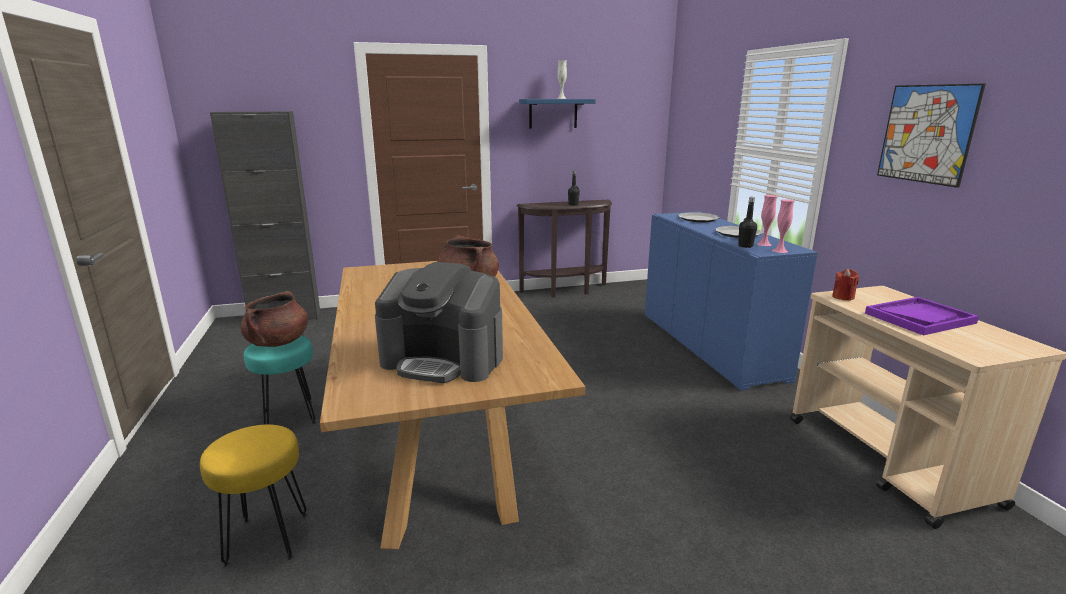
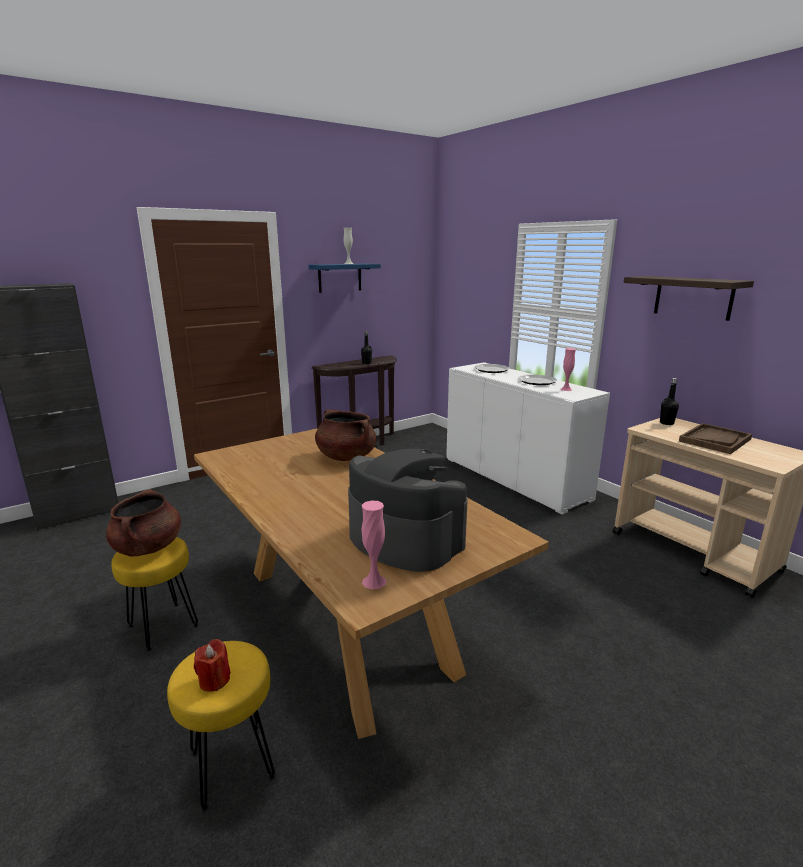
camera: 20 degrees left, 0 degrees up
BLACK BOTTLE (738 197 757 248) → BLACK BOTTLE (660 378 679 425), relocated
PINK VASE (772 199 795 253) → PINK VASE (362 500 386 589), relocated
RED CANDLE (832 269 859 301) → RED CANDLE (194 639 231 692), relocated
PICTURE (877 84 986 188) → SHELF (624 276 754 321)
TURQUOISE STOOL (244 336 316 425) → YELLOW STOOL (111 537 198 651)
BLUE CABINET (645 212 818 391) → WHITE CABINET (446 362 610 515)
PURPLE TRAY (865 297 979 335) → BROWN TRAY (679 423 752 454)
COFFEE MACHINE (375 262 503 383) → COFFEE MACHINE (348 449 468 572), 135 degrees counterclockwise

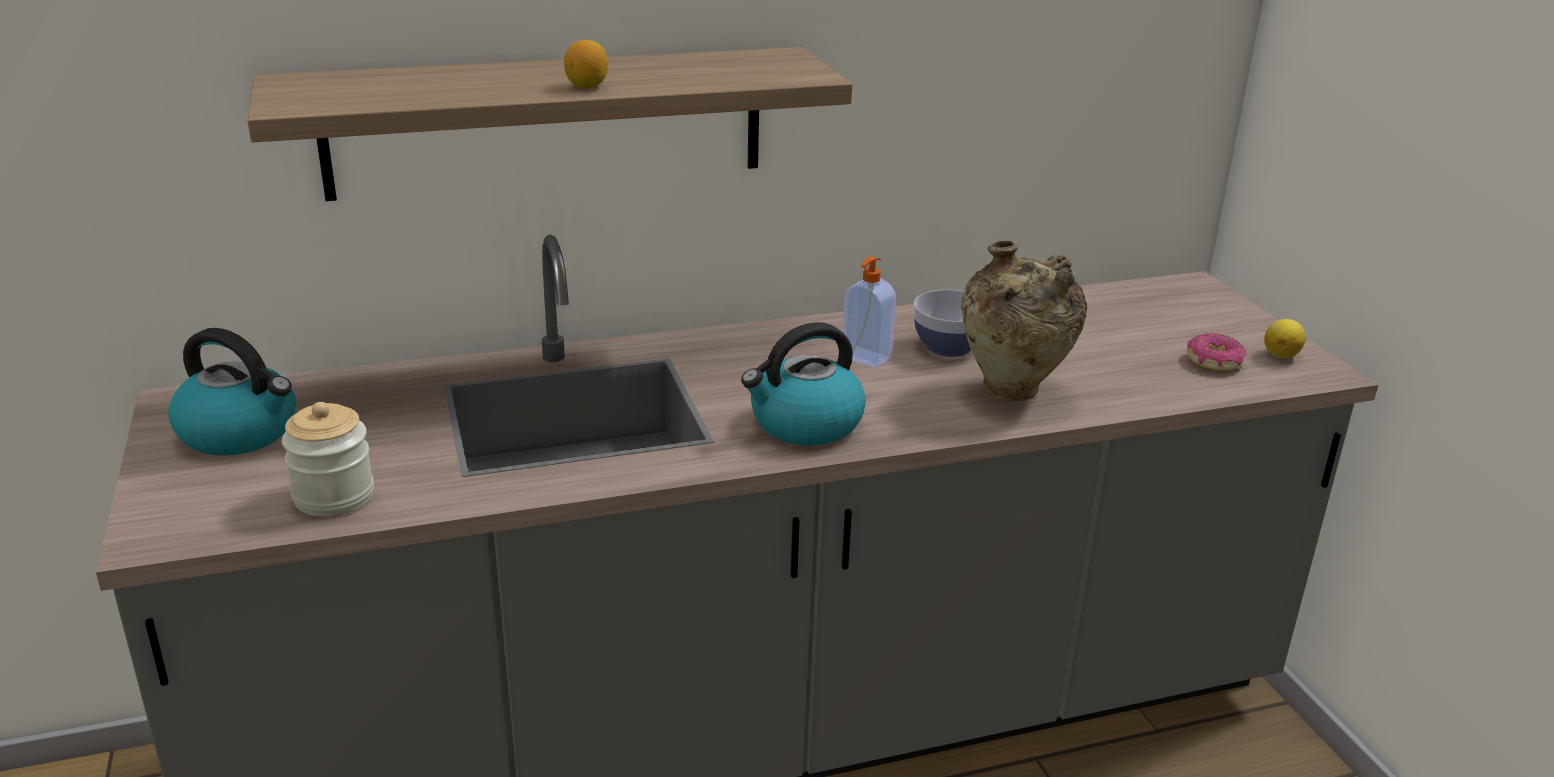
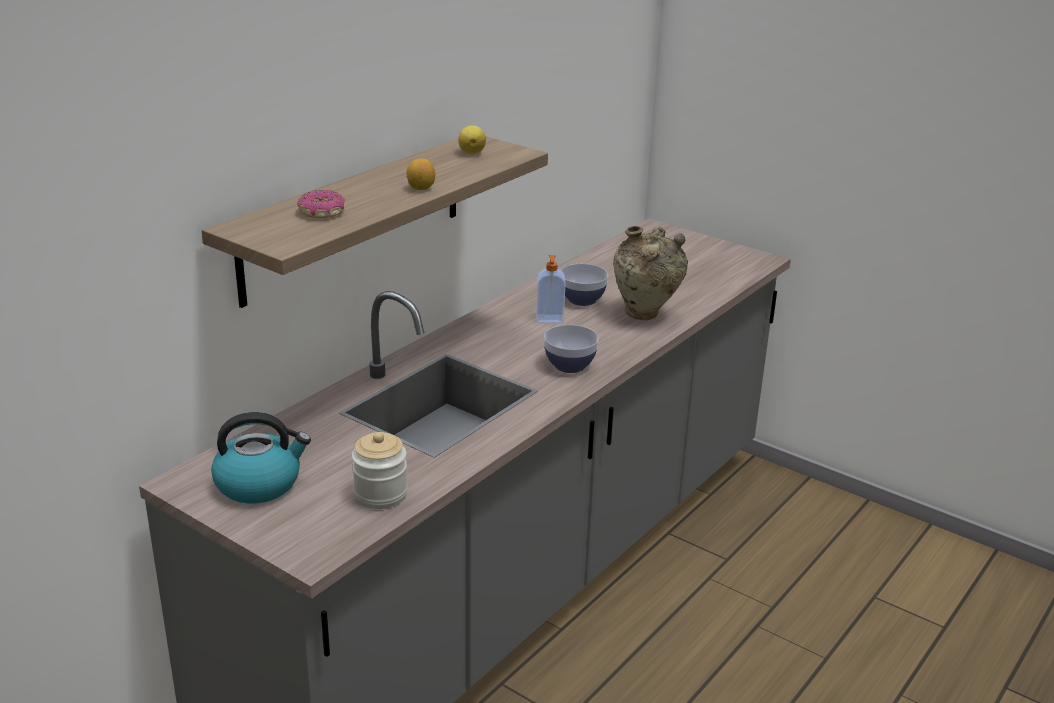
camera: 35 degrees left, 0 degrees up
DONUT (1187 333 1247 371) → DONUT (297 190 345 218), relocated
LEMON (1264 319 1306 358) → LEMON (458 125 486 154), relocated
KETTLE (741 322 866 446) → BOWL (544 325 599 373)

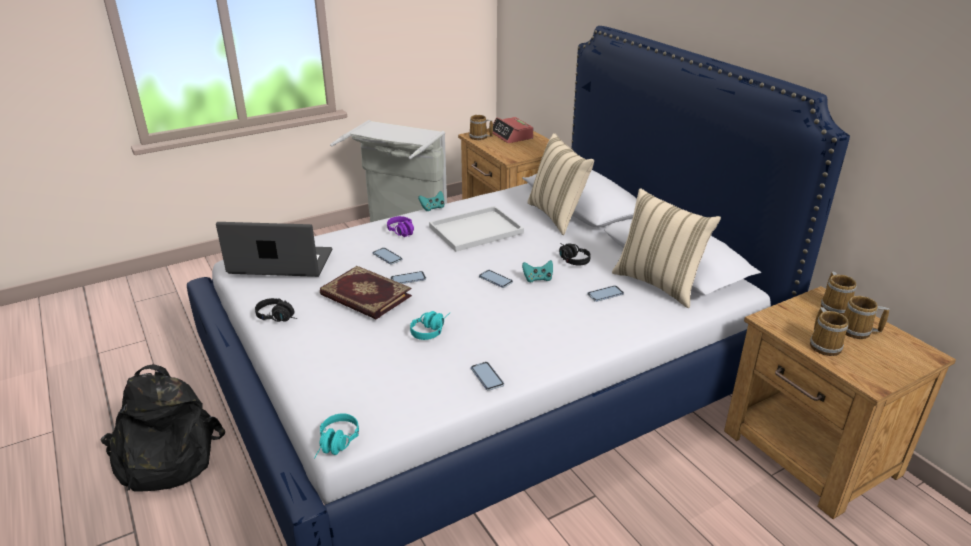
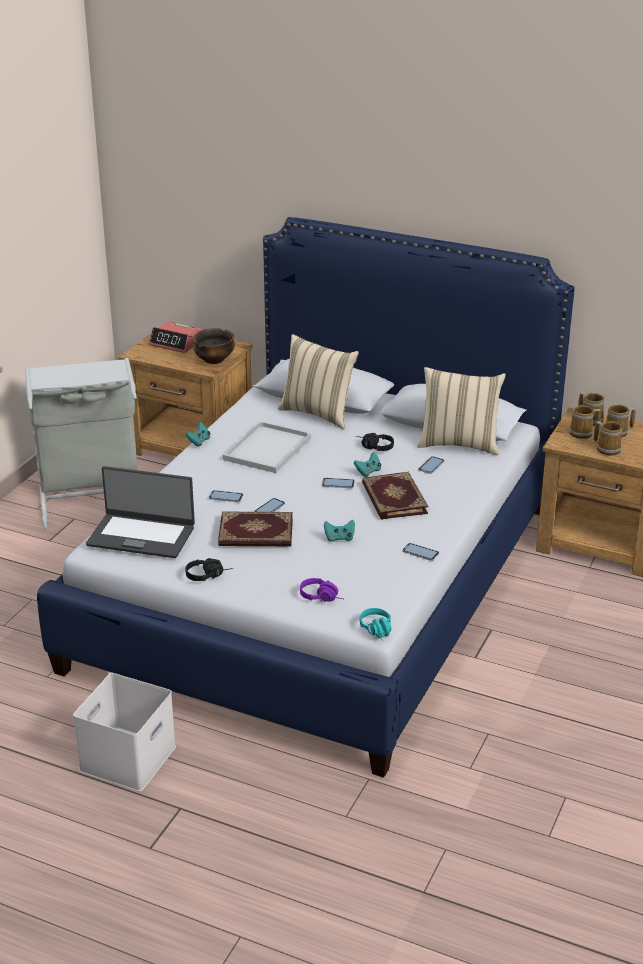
camera: 35 degrees left, 0 degrees up
- → BOWL (193 328 235 364)
- → BOOK (362 472 428 520)
PURPLE HEADPHONES (387 216 414 237) → PURPLE HEADPHONES (300 578 343 602), relocated
MUG (469 115 493 140) → MUG (570 405 601 439), relocated
BLACK BACKPACK (100 364 225 492) → WHITE STORAGE BOX (73 673 176 791)
TURQUOISE HEADPHONES (410 311 450 340) → TURQUOISE GAME CONTROLLER (324 520 355 542)
LAPTOP (216 222 332 277) → LAPTOP (86 466 195 558), 135 degrees counterclockwise

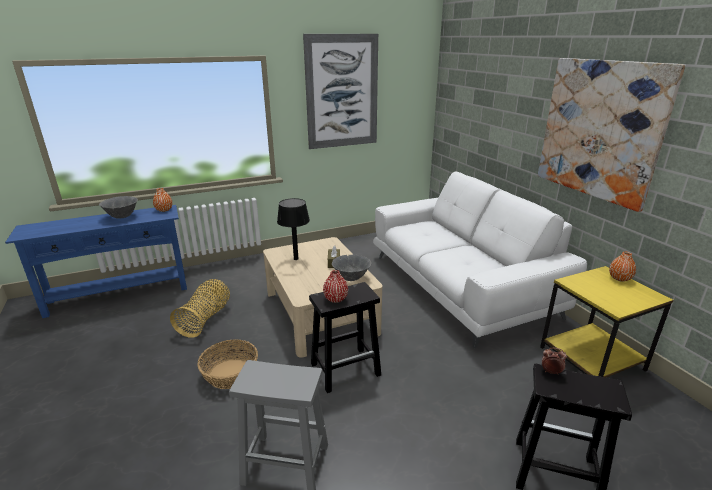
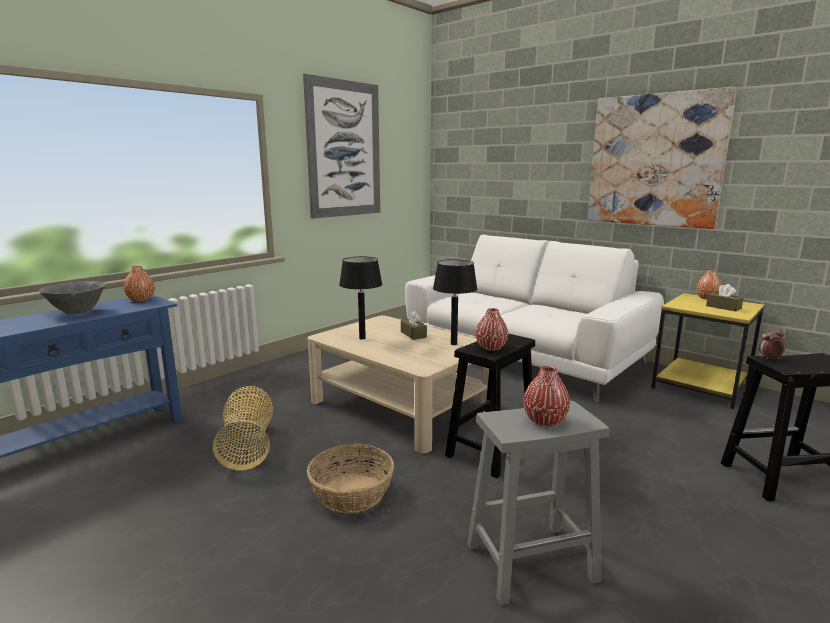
camera: 25 degrees left, 10 degrees down
- → RED VASE (523 366 570 426)
- → BROWN TISSUE BOX (706 284 744 311)
GREY BOWL (332 255 371 281) → BLACK TABLE LAMP (433 260 477 345)

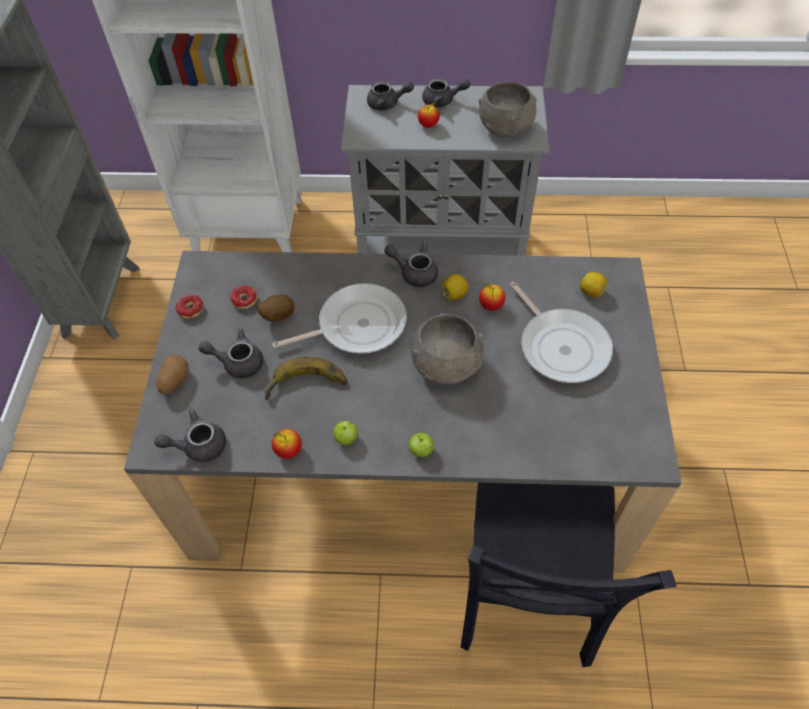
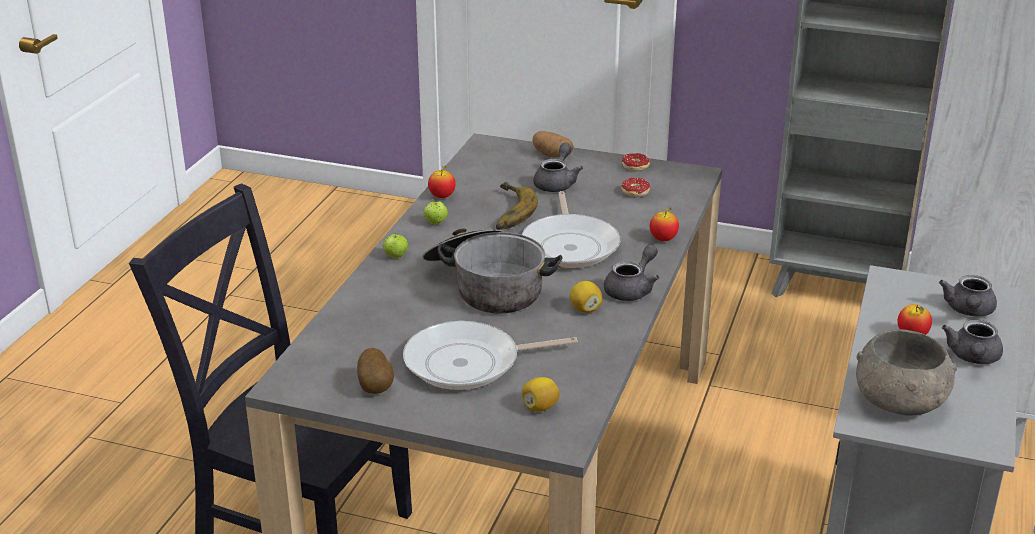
camera: 105 degrees right, 25 degrees down
GREY TEAPOT (154 409 226 462) → -
POTATO (257 294 295 321) → POTATO (357 348 394 394), relocated
APPLE (479 284 505 311) → APPLE (650 207 679 241), relocated
GREY BOWL (411 313 484 384) → COOKING POT (422 229 563 314)

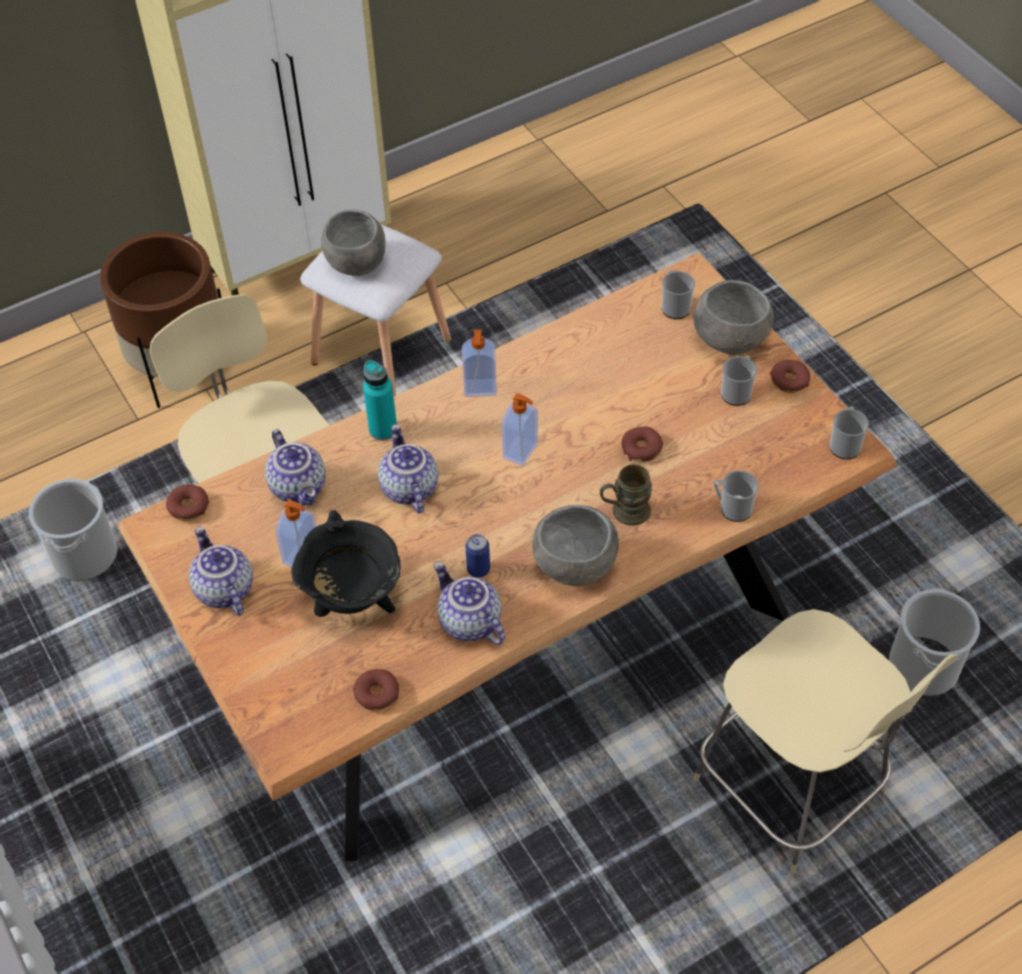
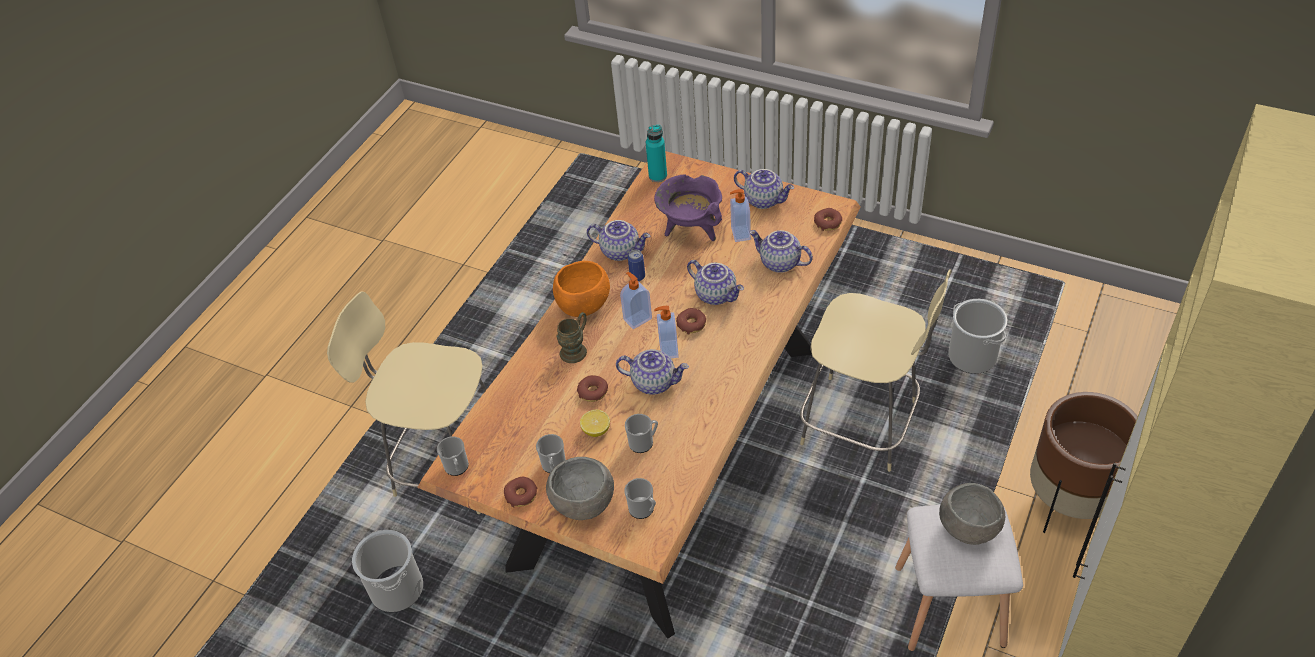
camera: 150 degrees right, 5 degrees down
- → LEMON (580 410 610 437)
- → TEAPOT (616 349 689 395)
DONUT (353 669 399 711) → DONUT (676 308 706 335), relocated
TURQUOISE BOTTLE (363 360 397 441) → TURQUOISE BOTTLE (646 125 667 182), relocated
SOAP DISPENSER (462 330 497 397) → SOAP DISPENSER (620 272 652 329), relocated
MUG (714 470 759 522) → MUG (625 414 658 453), relocated
BLACK COOKING POT (291 510 401 617) → PURPLE COOKING POT (654 174 722 241)
GREY BOWL (532 505 619 586) → ORANGE BOWL (553 261 610 317)

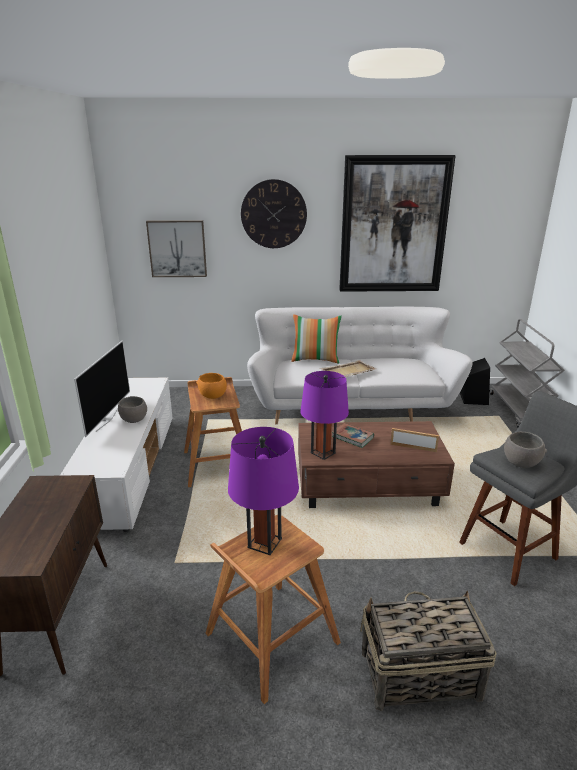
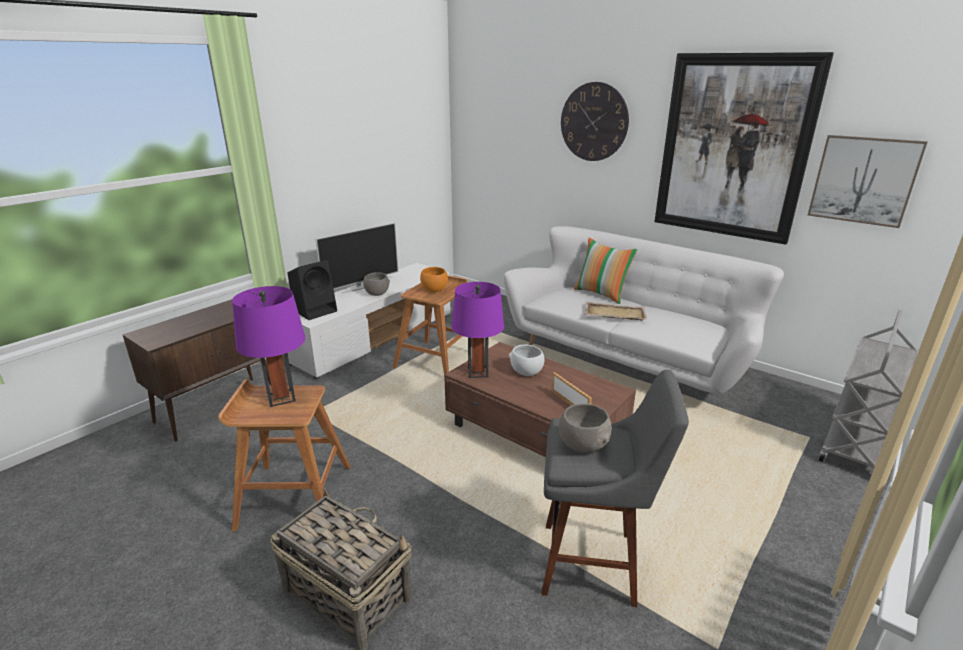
camera: 40 degrees right, 0 degrees up
PICTURE (146 220 207 277) → PICTURE (808 135 928 228), relocated
BLACK SPEAKER (460 358 490 405) → BLACK SPEAKER (288 260 337 320), relocated
BOOK (332 423 374 448) → WHITE BOWL (509 345 545 376)

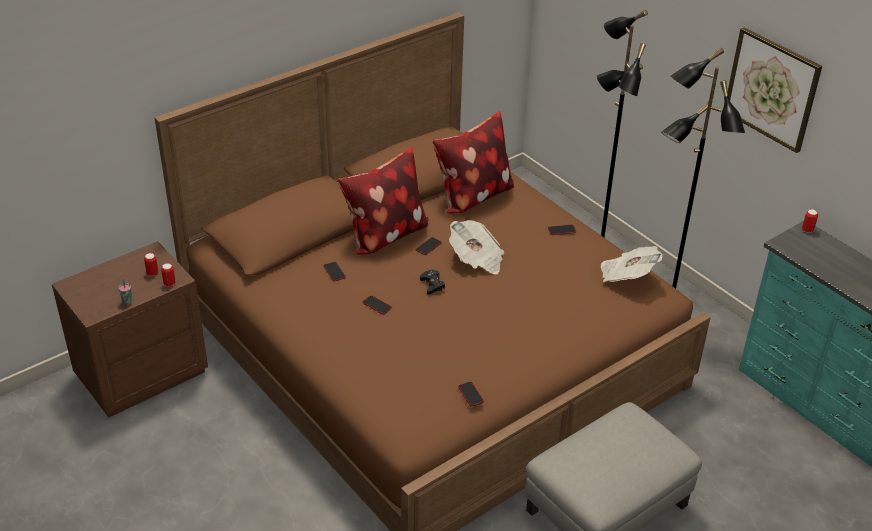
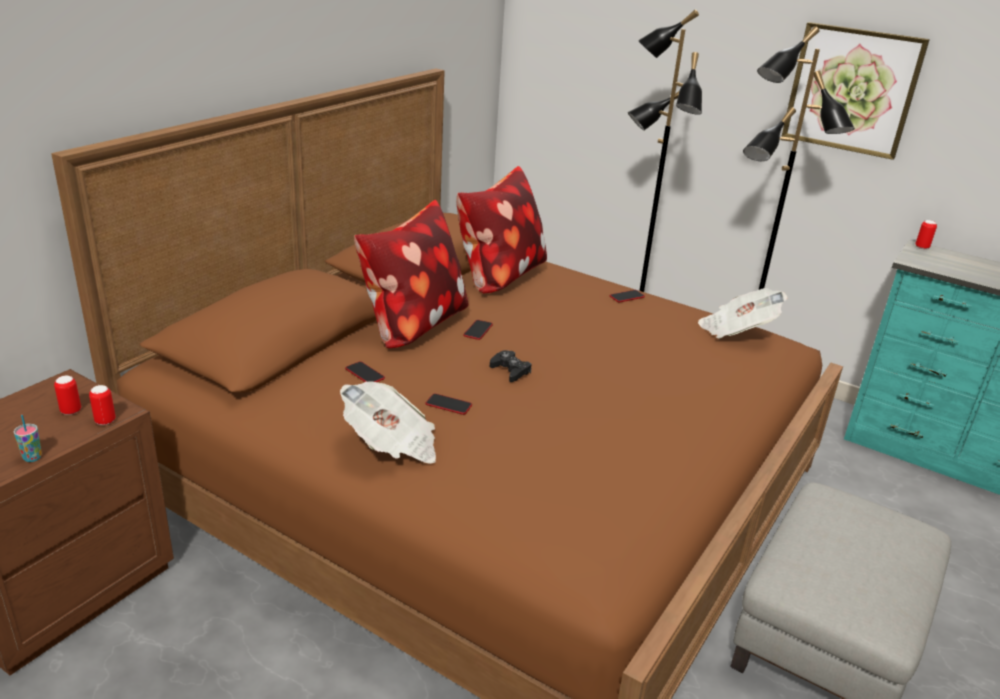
camera: 20 degrees left, 10 degrees down
PHONE (458 382 484 407) → -
NEWSPAPER (449 220 505 275) → NEWSPAPER (340 381 436 464), relocated

